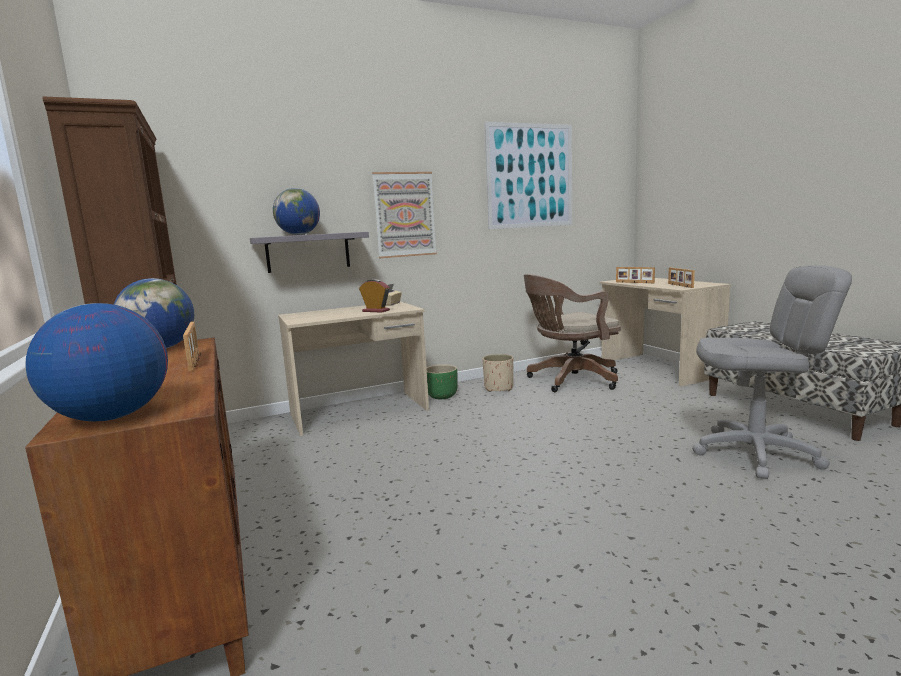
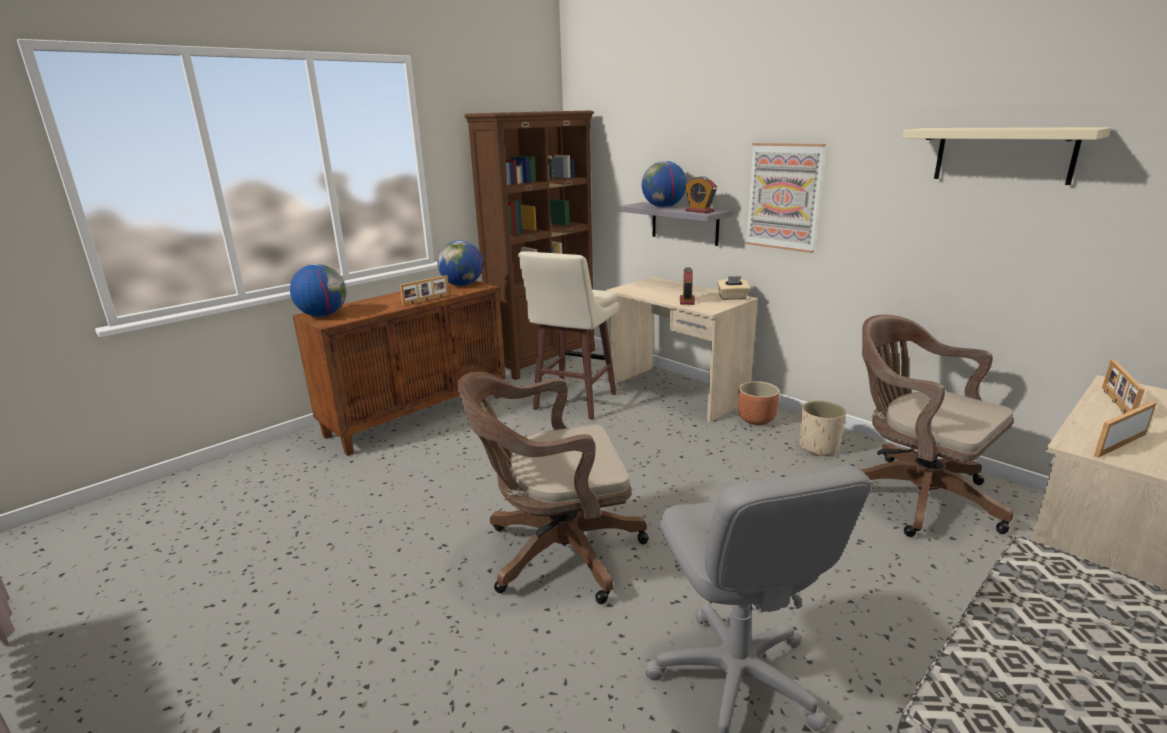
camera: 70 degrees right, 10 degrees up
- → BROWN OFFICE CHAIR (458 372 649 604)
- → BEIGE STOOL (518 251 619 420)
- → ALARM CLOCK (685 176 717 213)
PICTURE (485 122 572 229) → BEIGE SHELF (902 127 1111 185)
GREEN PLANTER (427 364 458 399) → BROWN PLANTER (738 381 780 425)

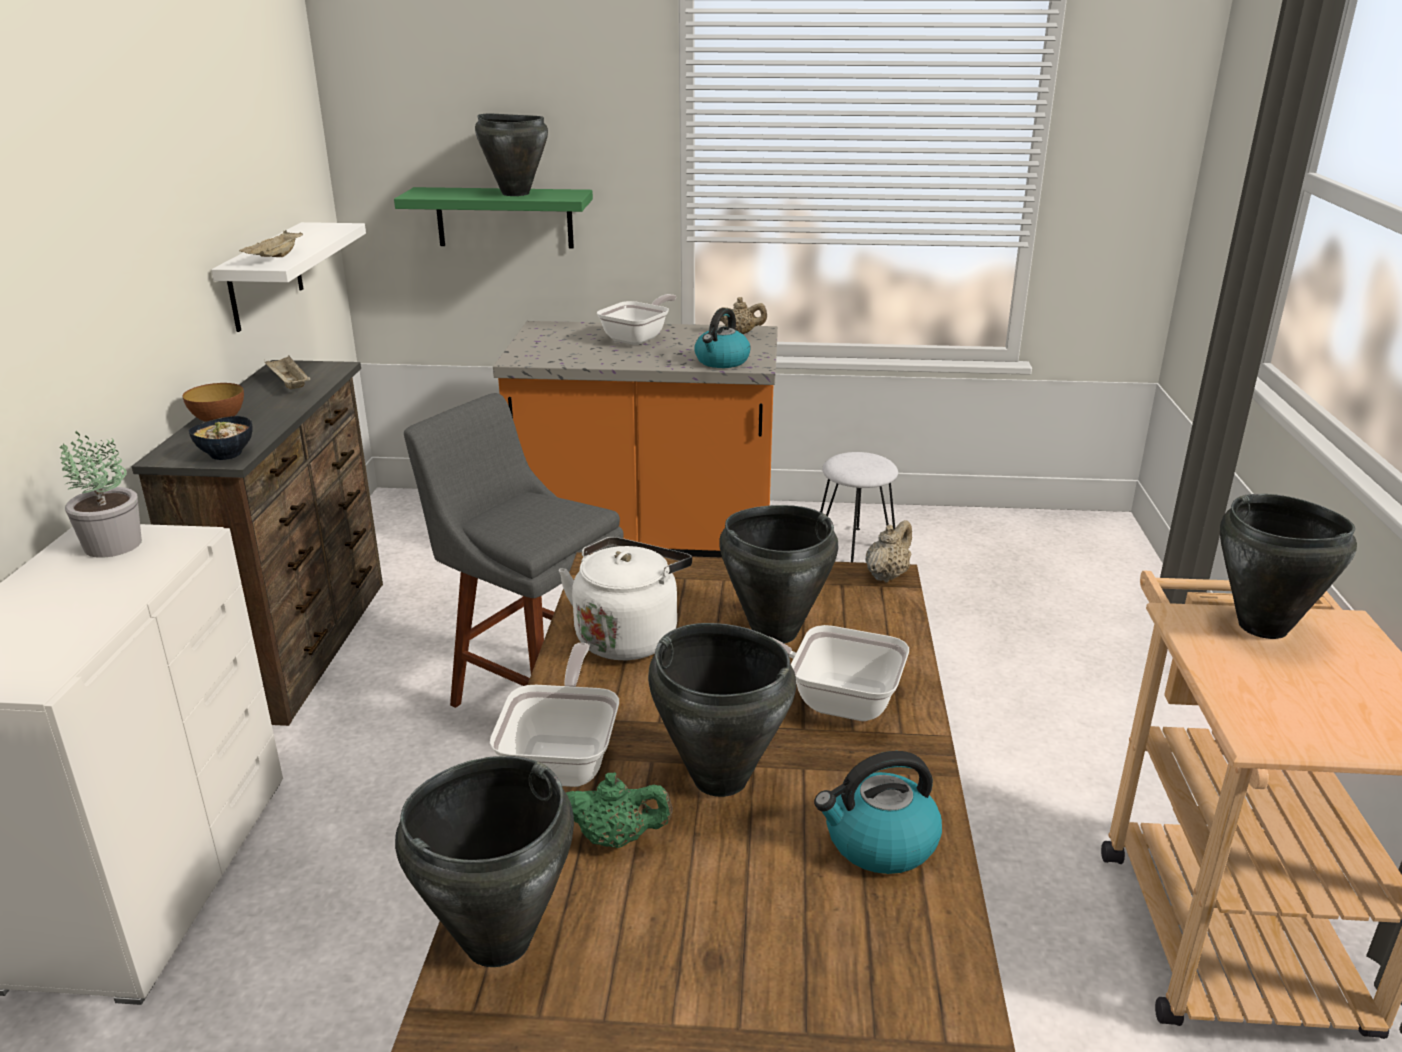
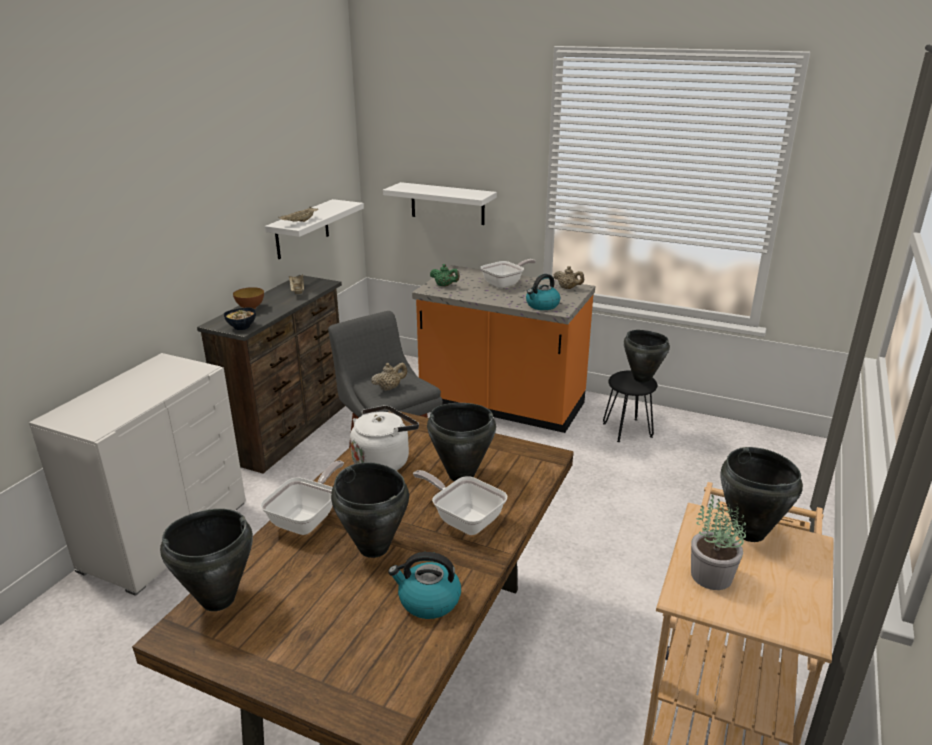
camera: 20 degrees right, 0 degrees up
POTTED PLANT (60 431 142 558) → POTTED PLANT (691 495 746 590), relocated
BLACK COOKING POT (475 114 548 196) → BLACK COOKING POT (624 330 670 383), relocated
GREEN TEAPOT (566 772 673 848) → GREEN TEAPOT (430 264 460 287), relocated
BEIGE TEAPOT (865 520 912 582) → BEIGE TEAPOT (371 363 407 391), relocated
GREEN SHELF (394 187 593 248) → WHITE SHELF (383 182 497 225)
WHITE STOOL (820 452 898 562) → BLACK STOOL (603 371 657 442)

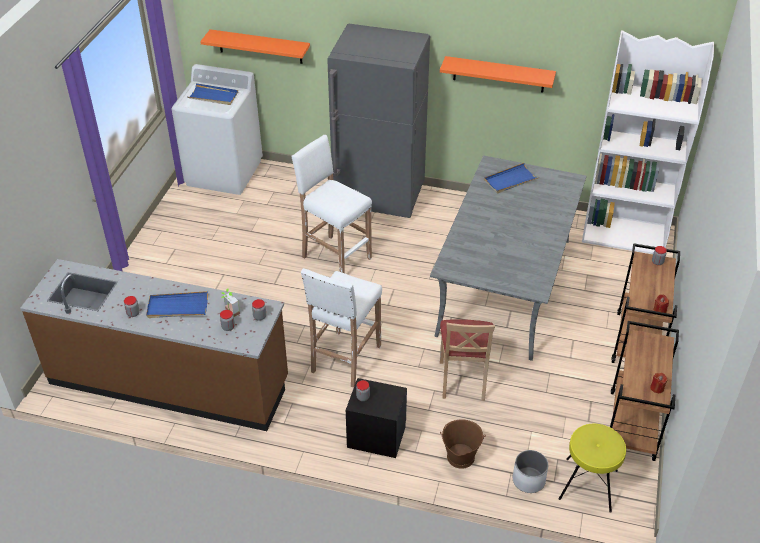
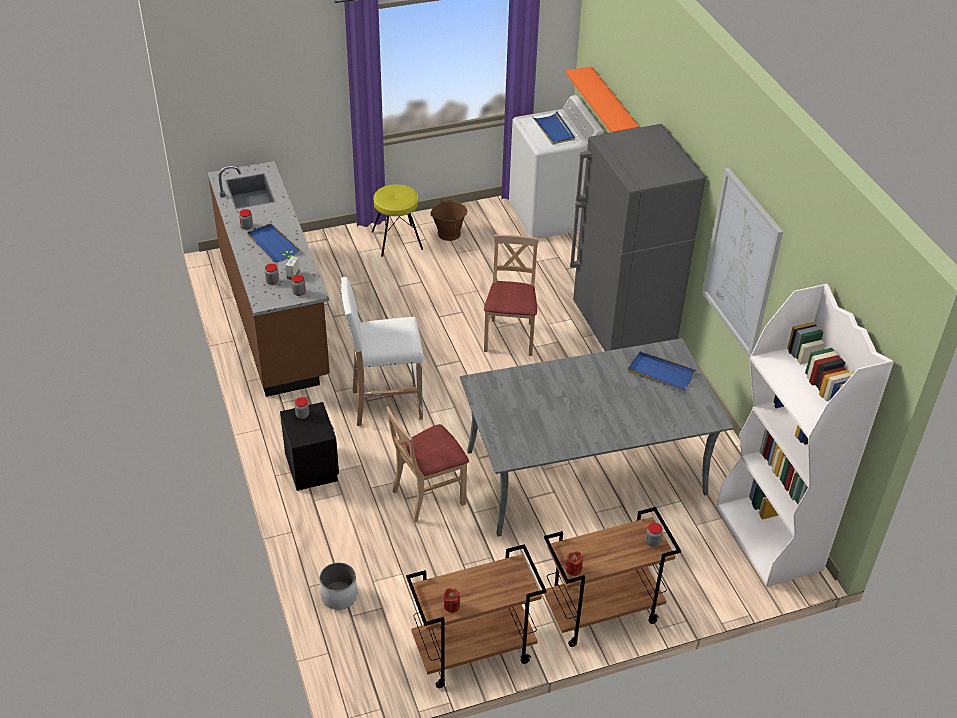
camera: 55 degrees right, 0 degrees up
BROWN BUCKET (440 419 486 469) → BROWN BUCKET (430 199 467 241), relocated
YELLOW STOOL (558 424 626 513) → YELLOW STOOL (372 184 423 257), relocated
WHITE STOOL (291 135 372 273) → BEIGE CHAIR (484 235 539 356)
ORANGE SHELF (440 56 556 92) → PICTURE (702 168 783 358)

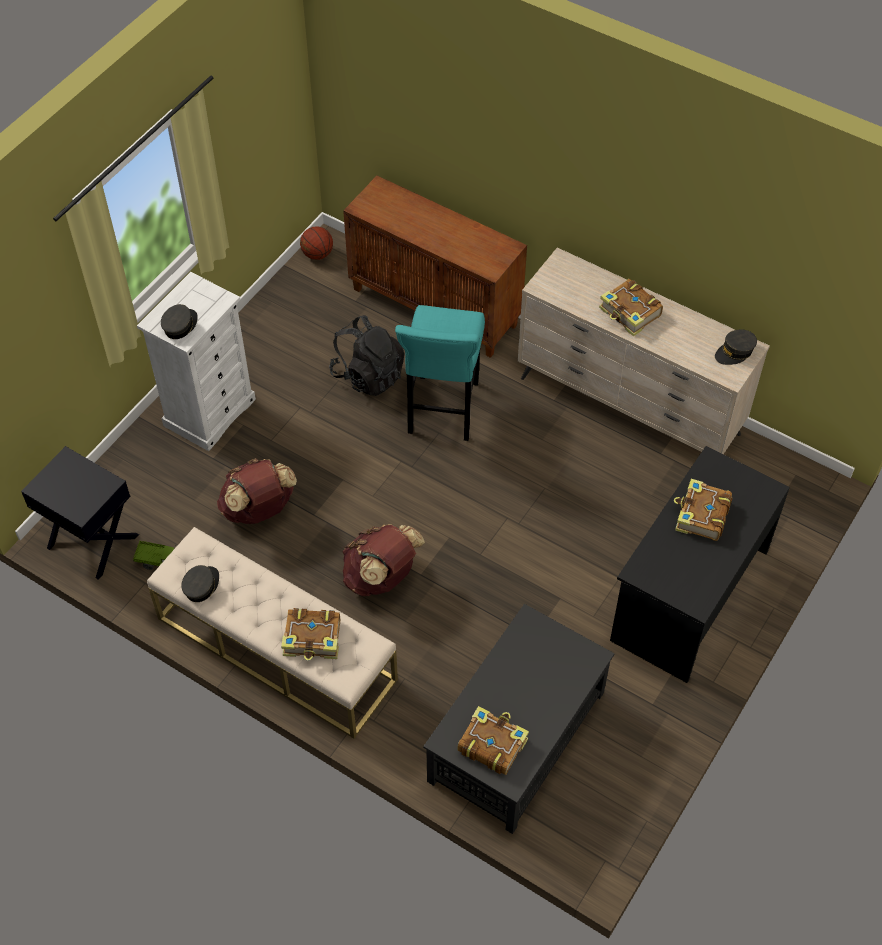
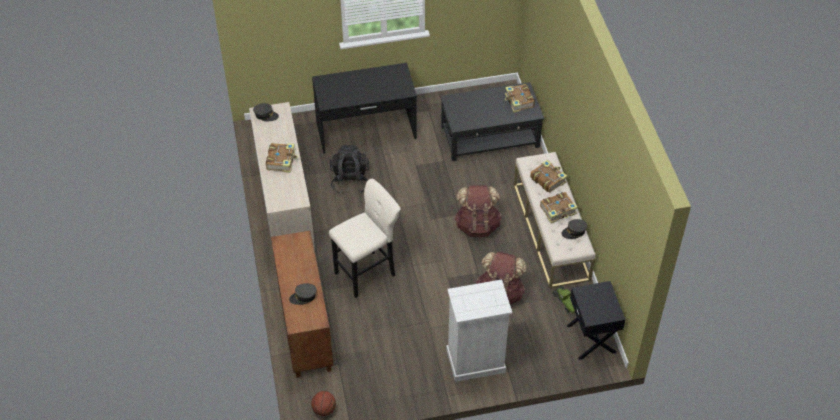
camera: 135 degrees left, 5 degrees down
GREY CAP (161 304 198 339) → GREY CAP (289 283 317 305), relocated
BLACK BACKPACK (329 315 404 396) → BLACK BACKPACK (330 145 369 194), relocated
BOOK (674 479 732 541) → BOOK (540 192 578 223), relocated
TURQUOISE STOOL (395 305 485 441) → BEIGE STOOL (329 179 401 298)

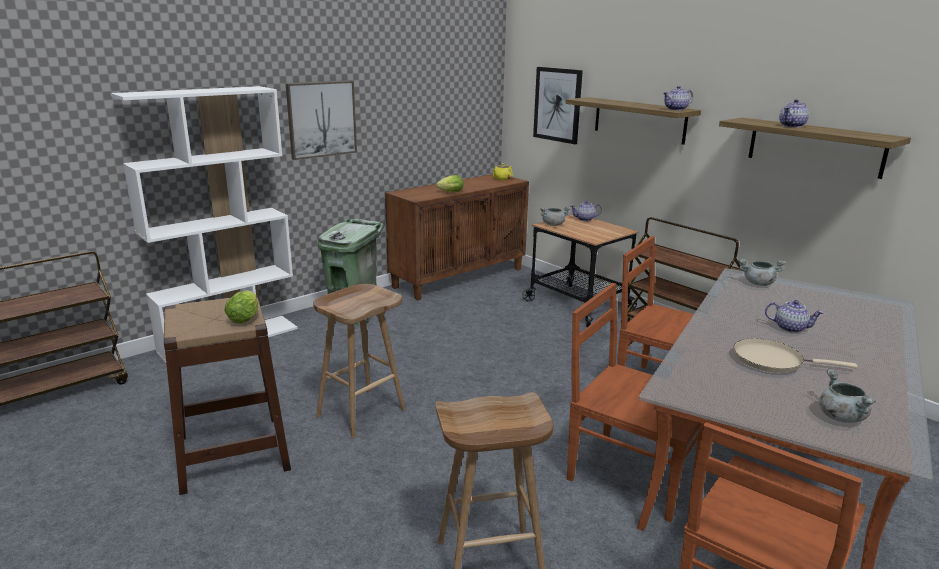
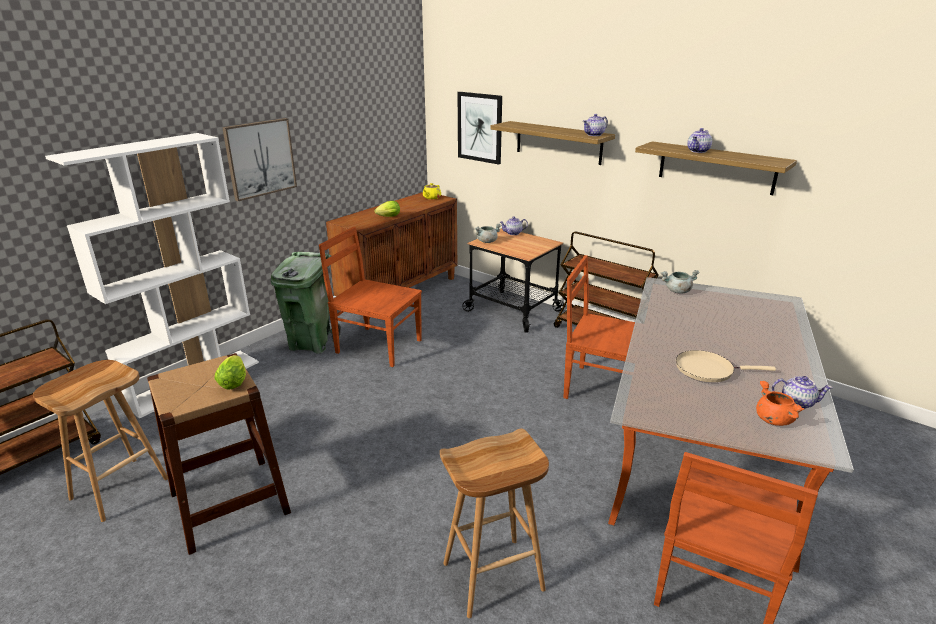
camera: 10 degrees left, 5 degrees up
BROWN STOOL (313 284 405 438) → BROWN STOOL (33 360 168 522), relocated
BROWN CHAIR (567 283 704 522) → BROWN CHAIR (319 227 422 367), relocated
TEAPOT (765 300 824 333) → TEAPOT (772 376 833 409), relocated
GREY COOKING POT (819 370 876 423) → ORANGE COOKING POT (756 381 805 426)

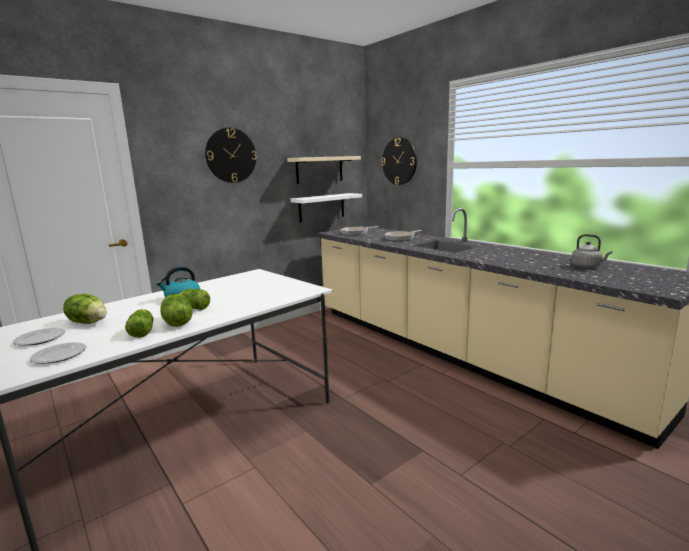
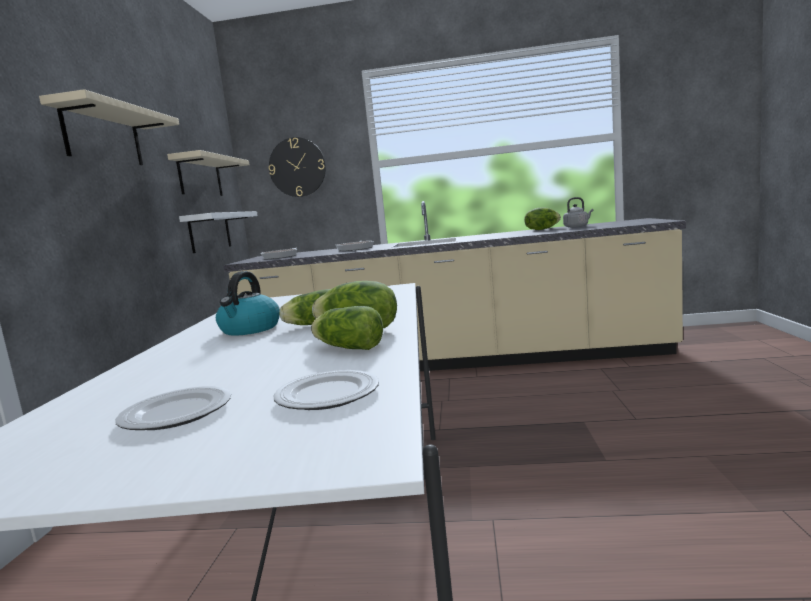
camera: 45 degrees left, 5 degrees down
LETTUCE (63 294 107 324) → LETTUCE (524 207 561 230), relocated
WALL CLOCK (205 128 257 183) → BEIGE SHELF (39 89 179 165)

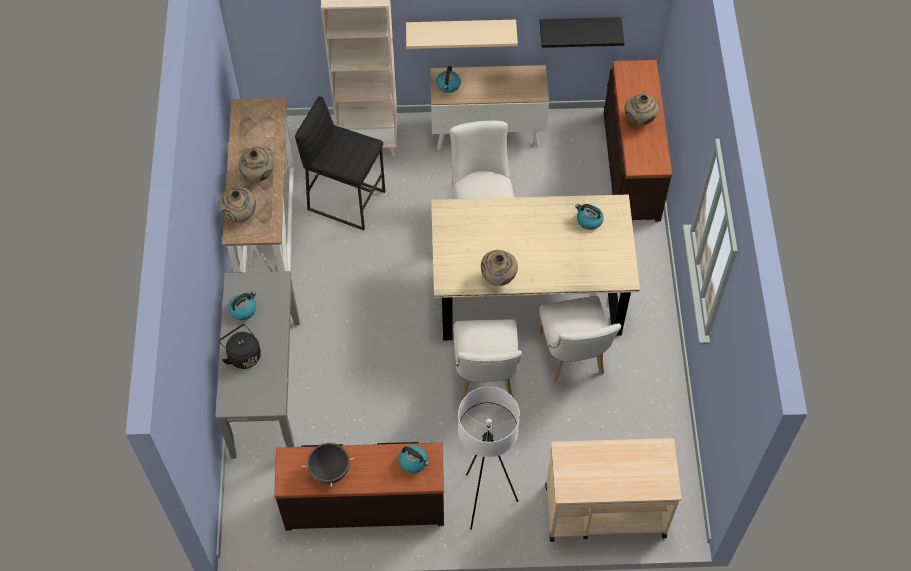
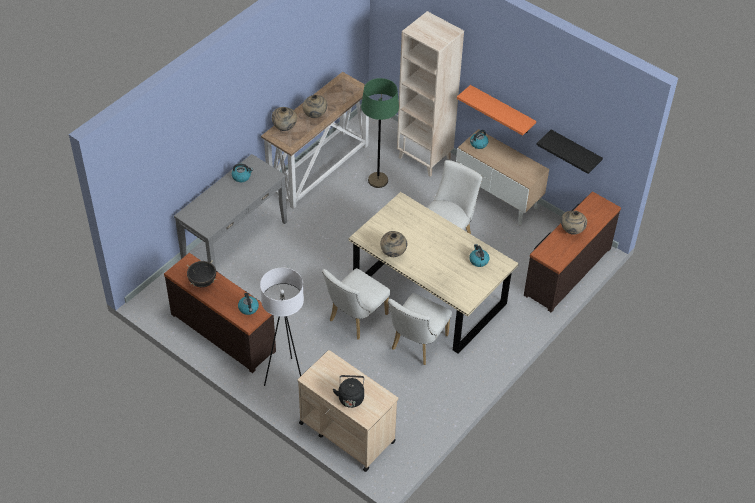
camera: 40 degrees right, 10 degrees down
BLACK KETTLE (219 324 261 369) → BLACK KETTLE (333 375 364 408), relocated
BLACK STOOL (295 97 385 230) → GREEN FLOOR LAMP (361 78 399 188)
BEIGE SHELF (406 20 518 49) → ORANGE SHELF (457 85 536 136)

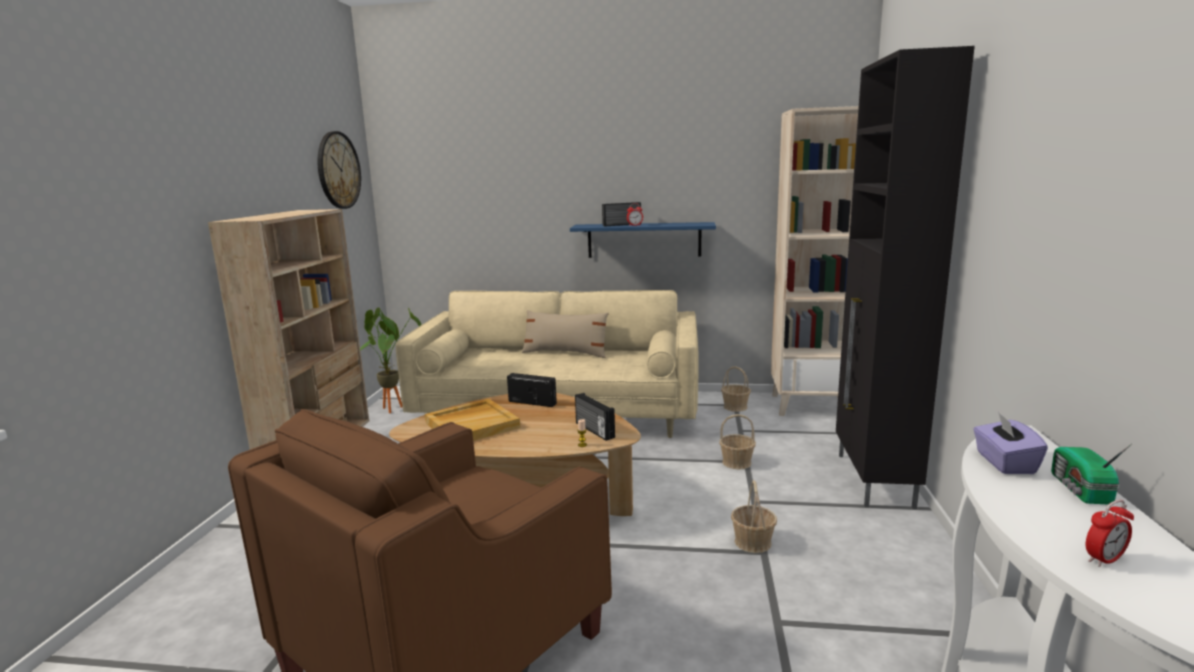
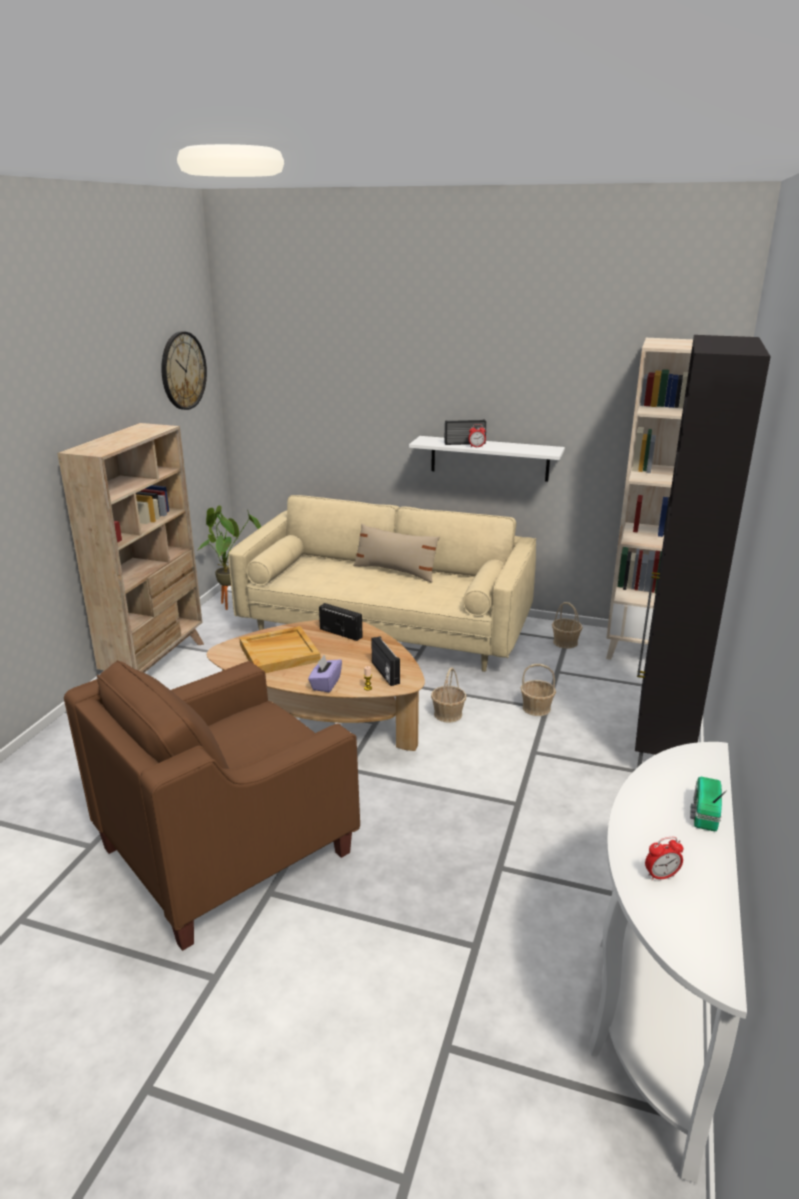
camera: 10 degrees right, 10 degrees up
BASKET (731 480 777 553) → BASKET (431 667 466 723), relocated
PURPLE TISSUE BOX (973 412 1048 474) → PURPLE TISSUE BOX (308 655 342 692), relocated
BLUE SHELF (570 222 716 258) → WHITE SHELF (409 436 565 482)

